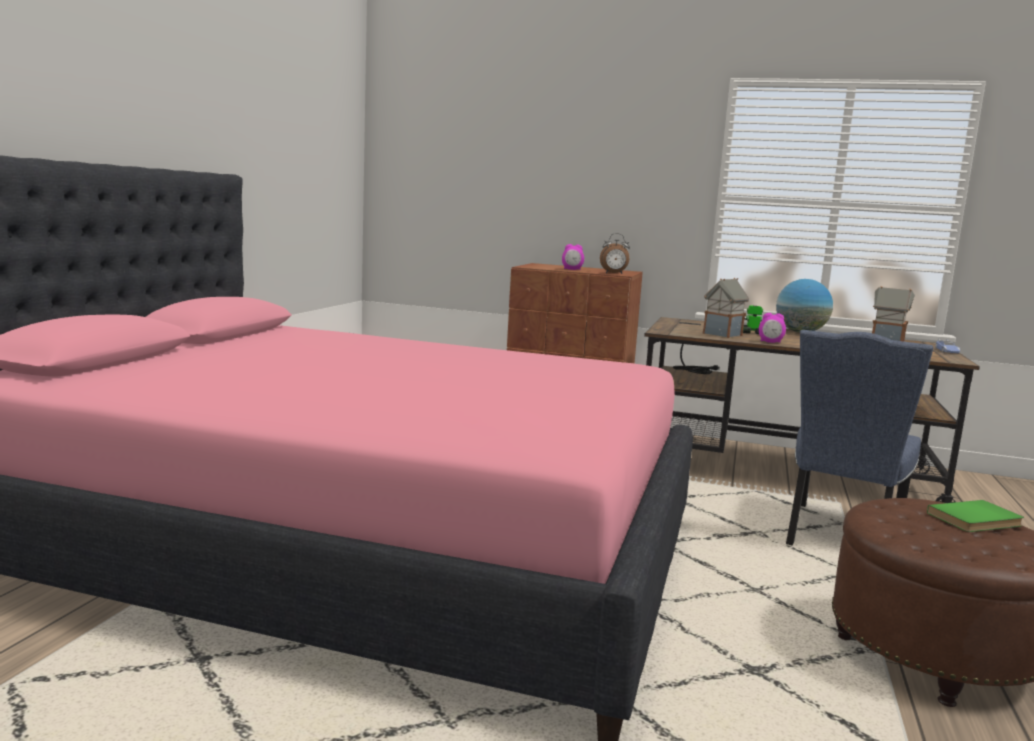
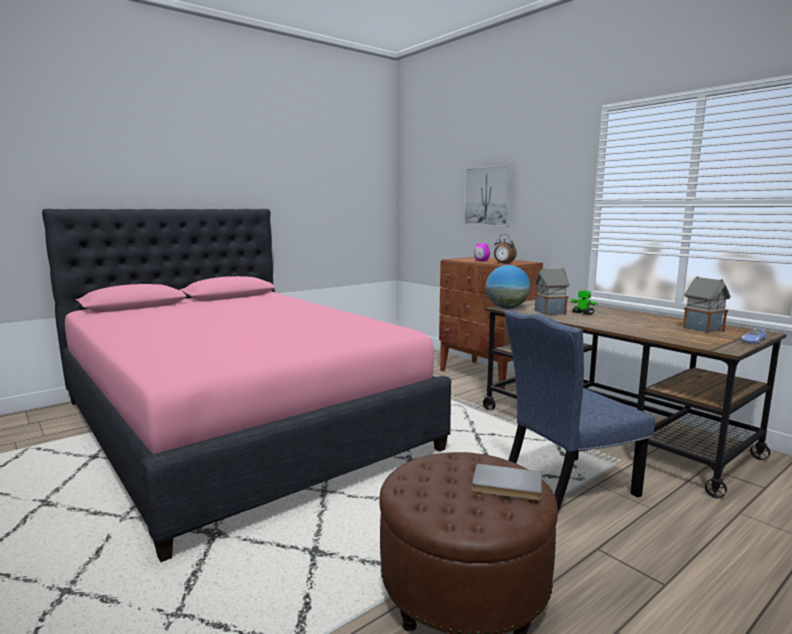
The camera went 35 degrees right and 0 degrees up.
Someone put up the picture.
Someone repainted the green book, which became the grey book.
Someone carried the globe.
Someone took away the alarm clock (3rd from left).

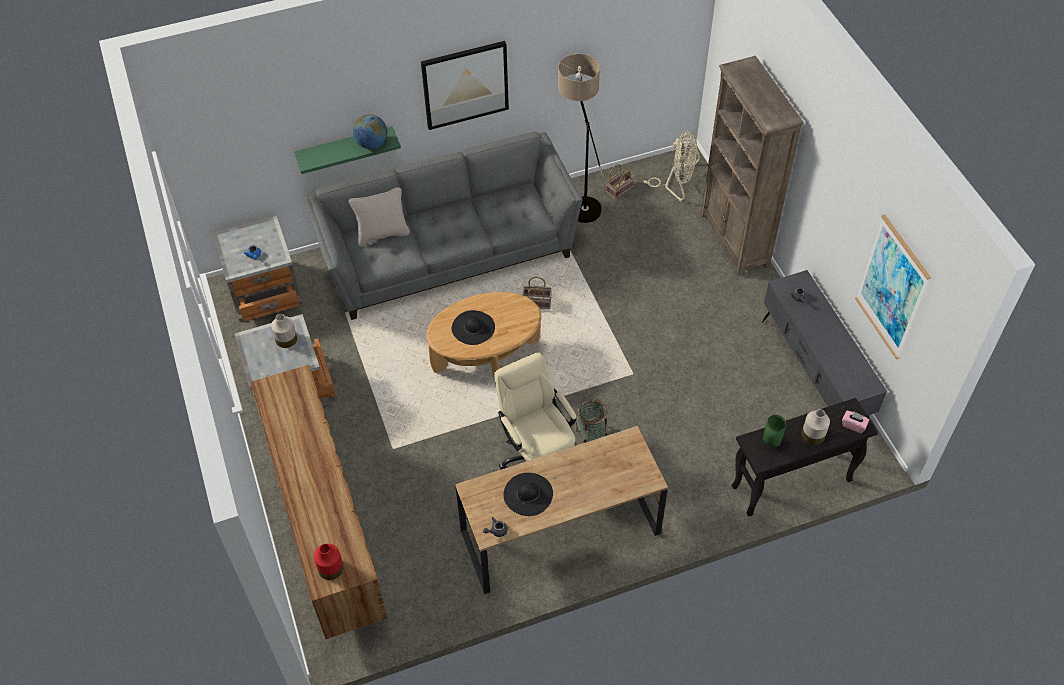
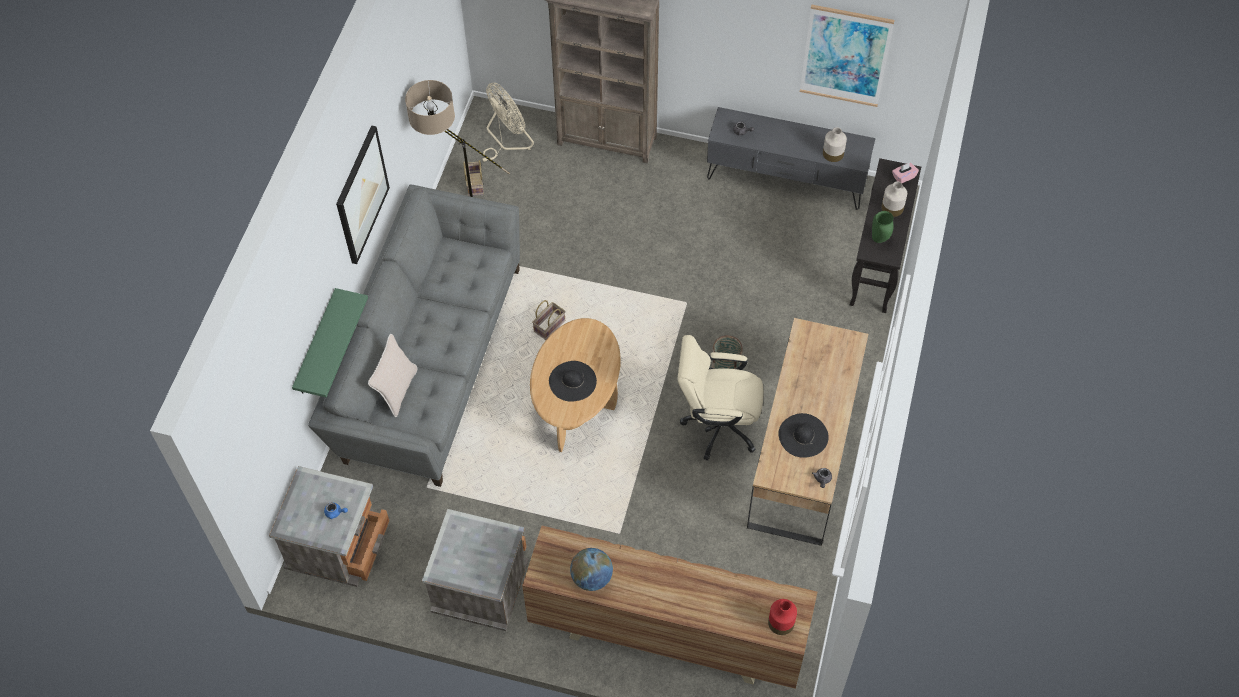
The camera went 55 degrees left and 5 degrees up.
Someone carried the globe.
Someone carried the beige vase (1st from left).

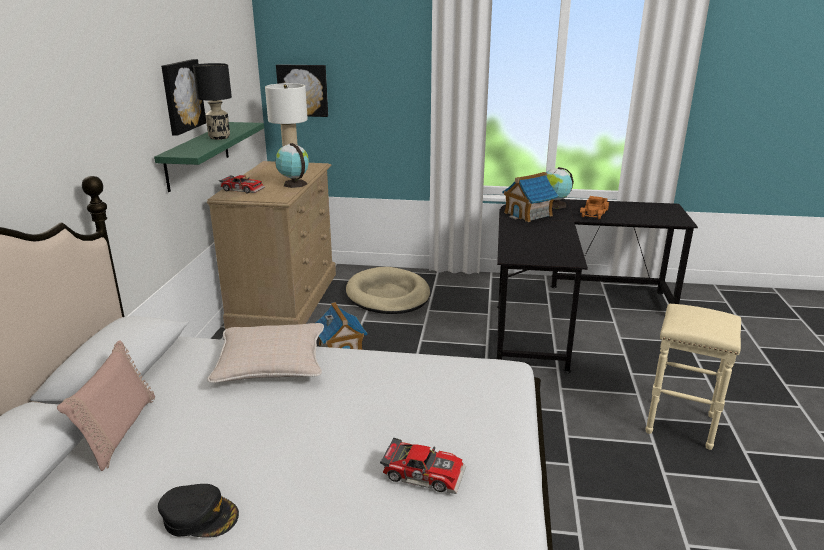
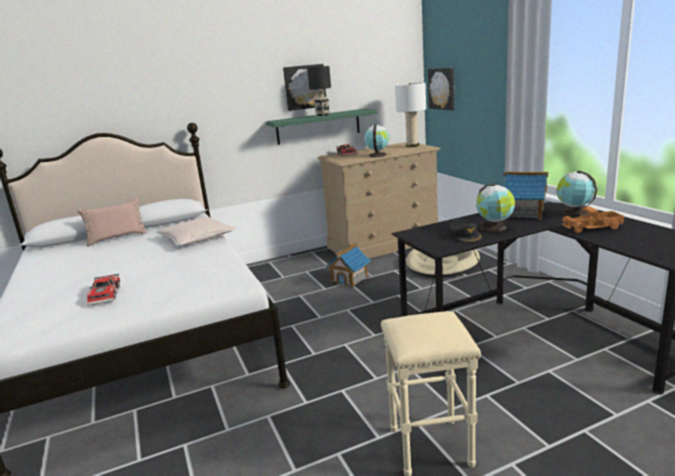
The camera went 60 degrees right and 5 degrees down.
Someone carried the black cap.
Someone put down the globe (2nd from left).

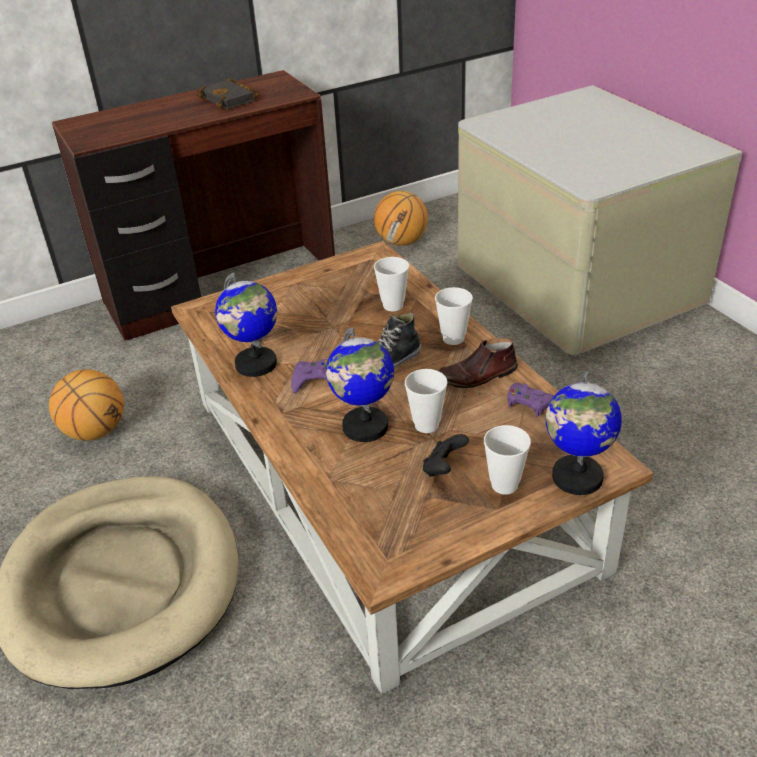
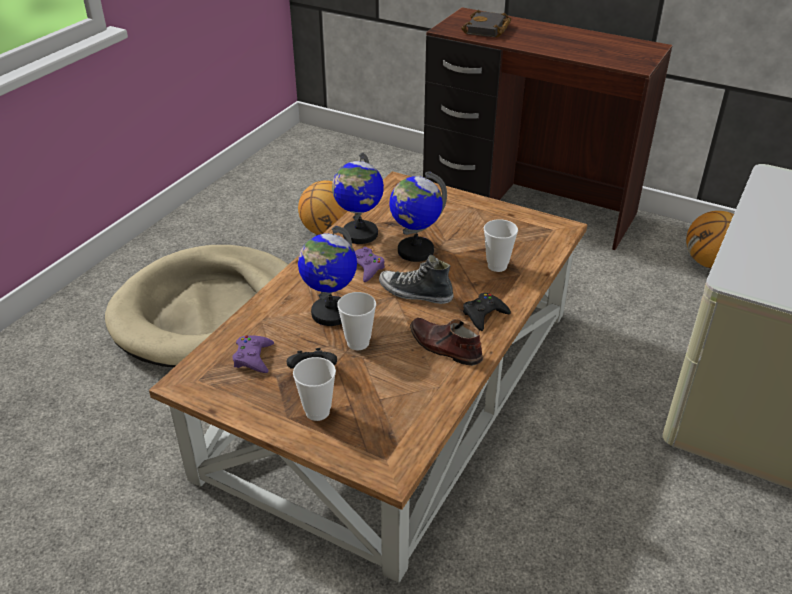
The camera went 55 degrees right and 0 degrees up.
Someone carried the purple game controller (2nd from left in the first image).
Someone carried the globe (3rd from left).
Someone carried the black book.
Someone swapped the cup (3rd from left) for the black game controller (2nd from left).

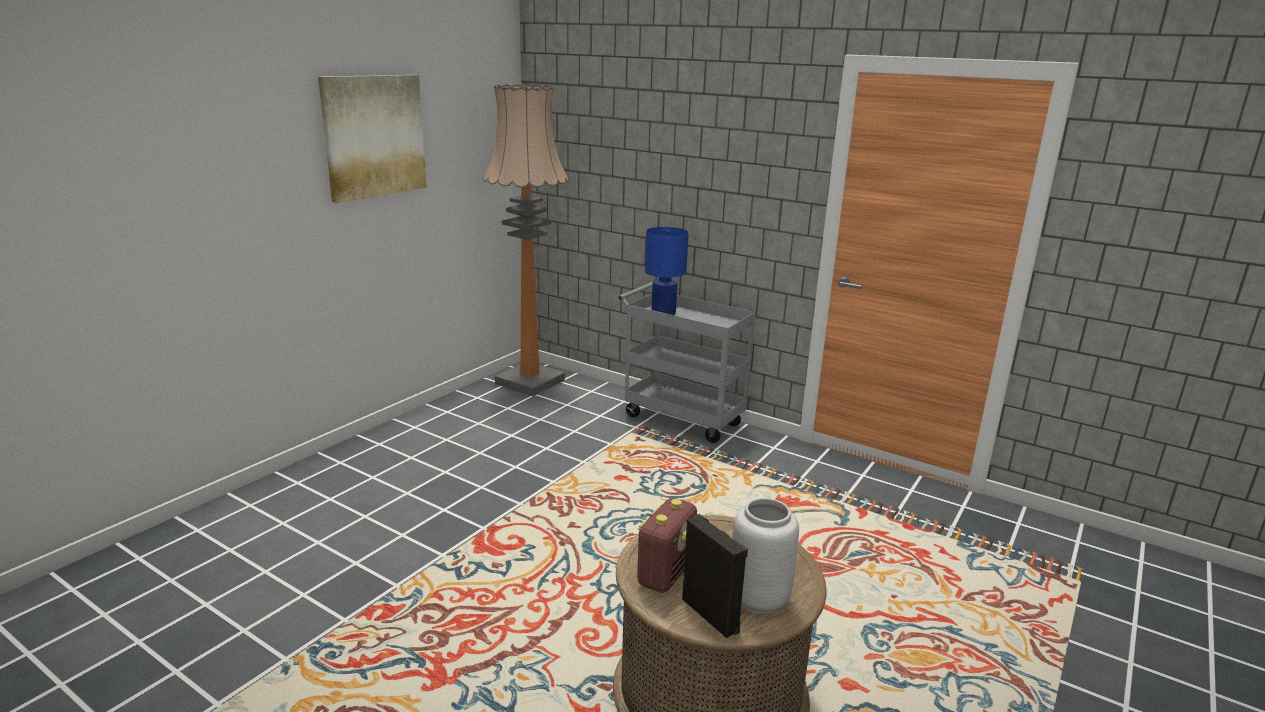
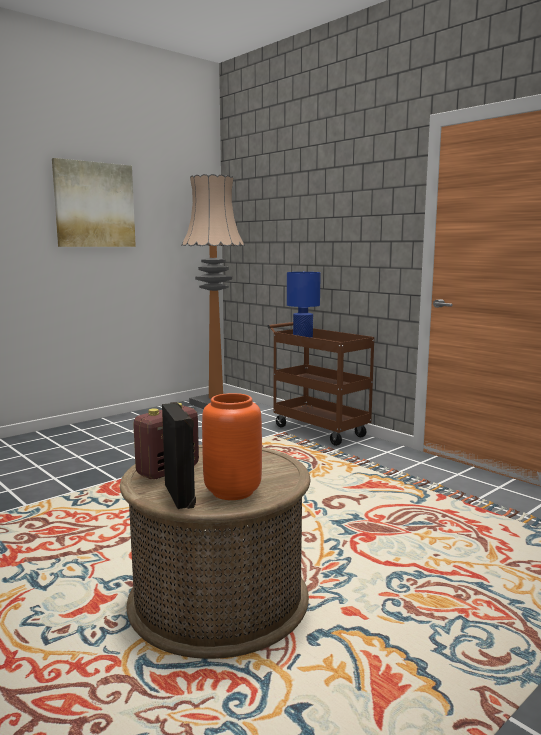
The camera went 15 degrees right and 10 degrees down.
Someone repainted the grey vase, which became the orange vase.
Someone repainted the grey cart, which became the brown cart.

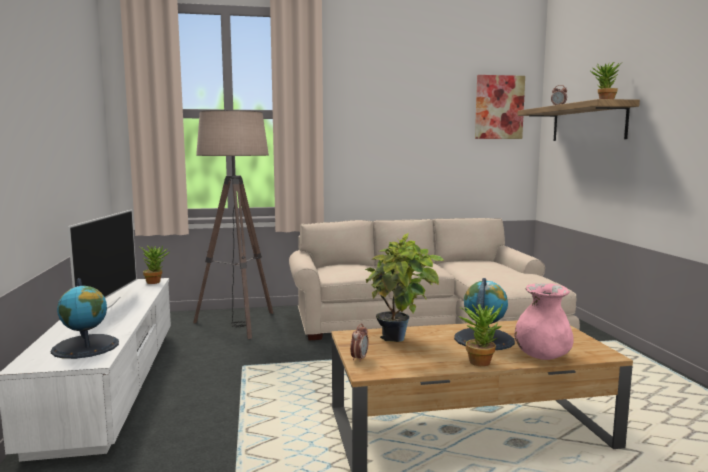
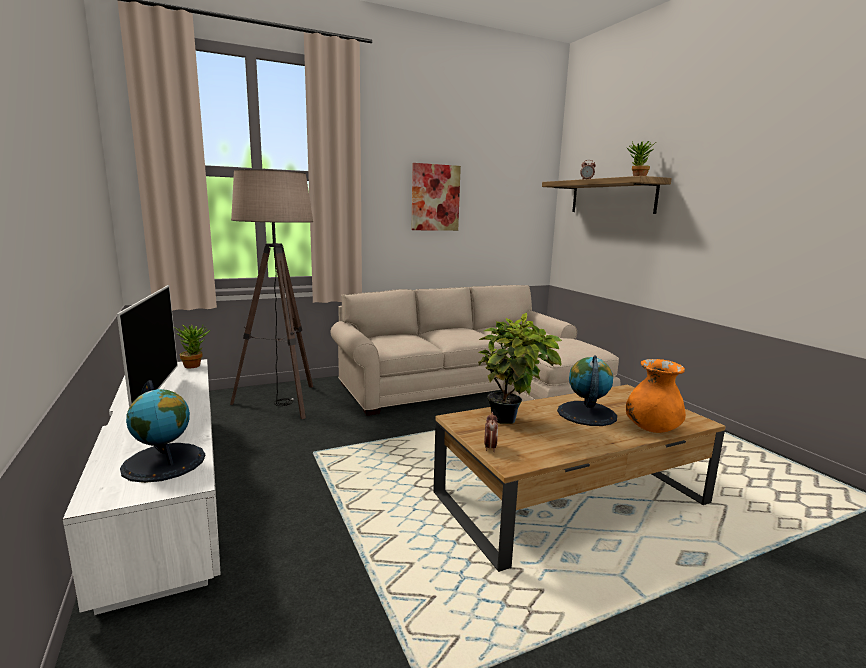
The camera went 15 degrees left and 5 degrees up.
Someone carried the picture.
Someone repainted the pink vase, which became the orange vase.
Someone took away the potted plant (3rd from left).

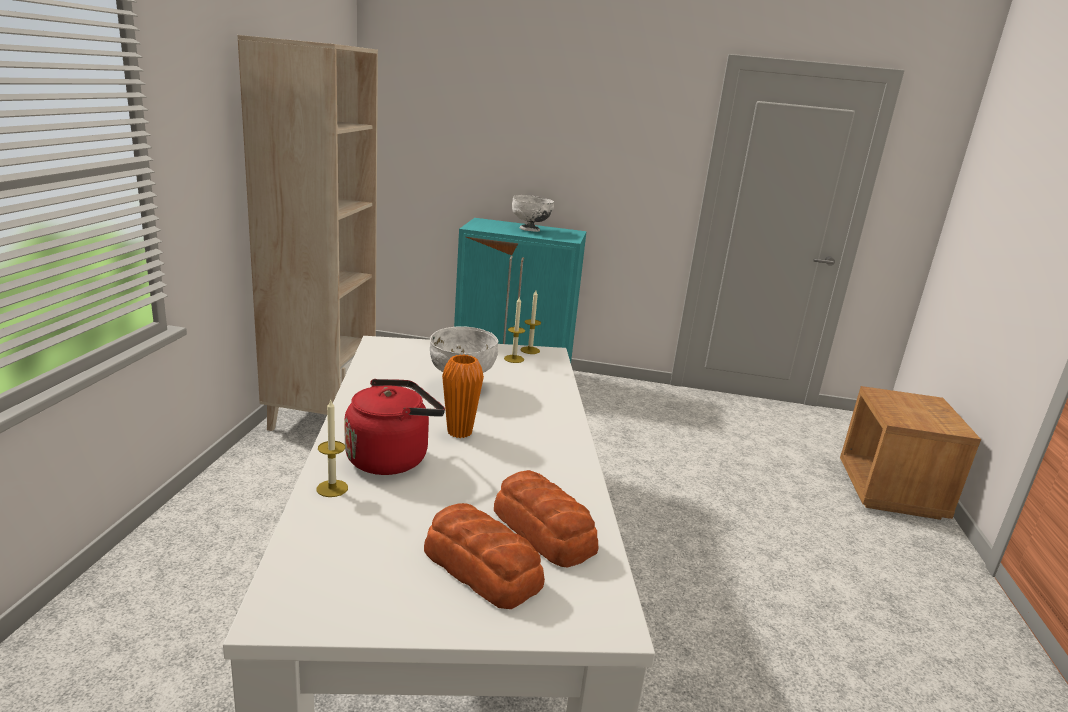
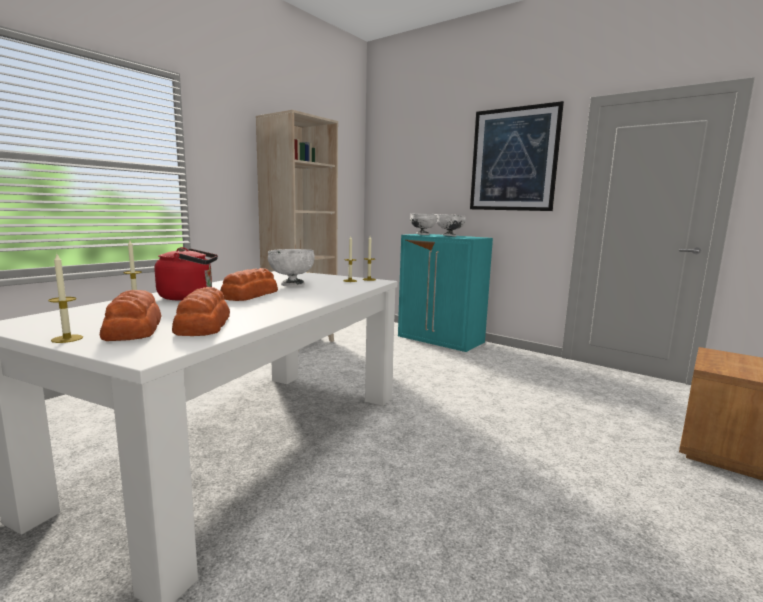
The camera went 30 degrees right and 10 degrees down.
Someone put down the candle (1st from left).
Someone swapped the orange vase for the bread (3rd from left).
Someone put down the white bowl (2nd from left).
Someone put up the picture.

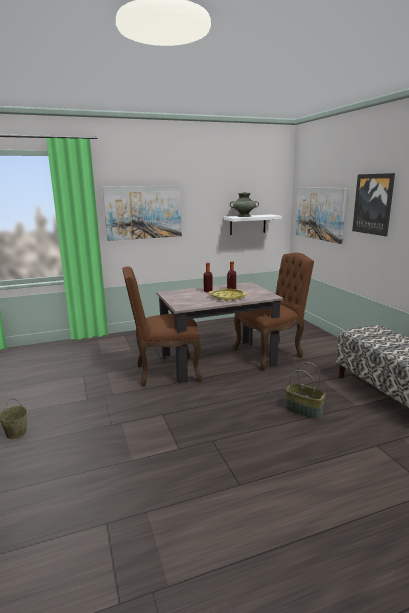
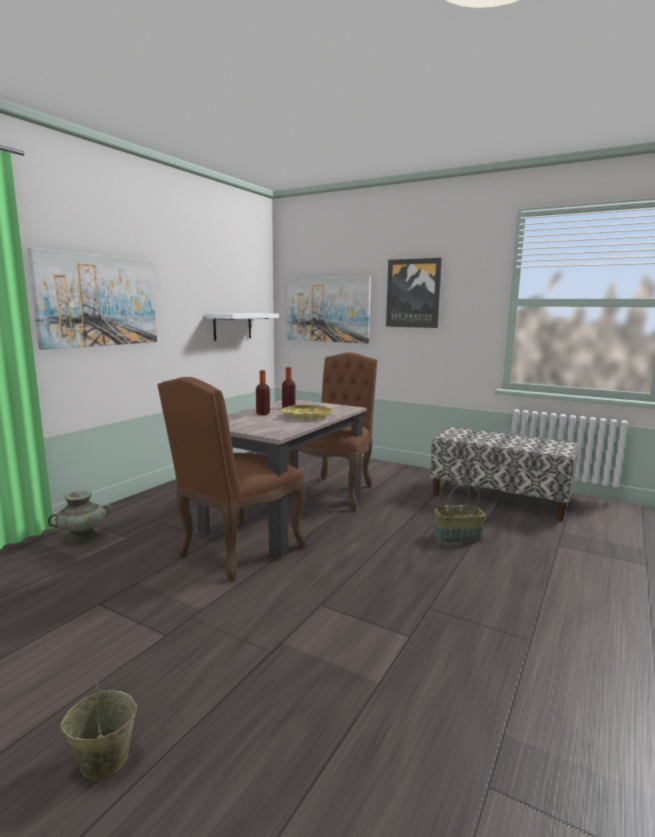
The camera went 40 degrees left and 5 degrees down.
Someone carried the turquoise vase.

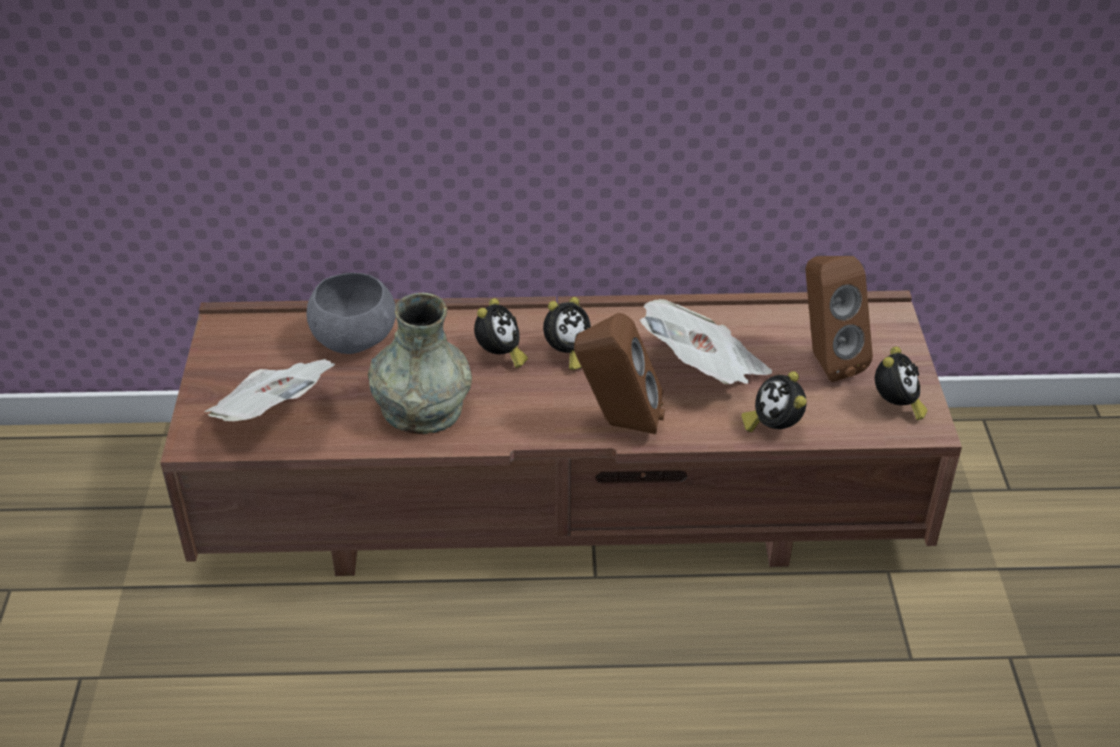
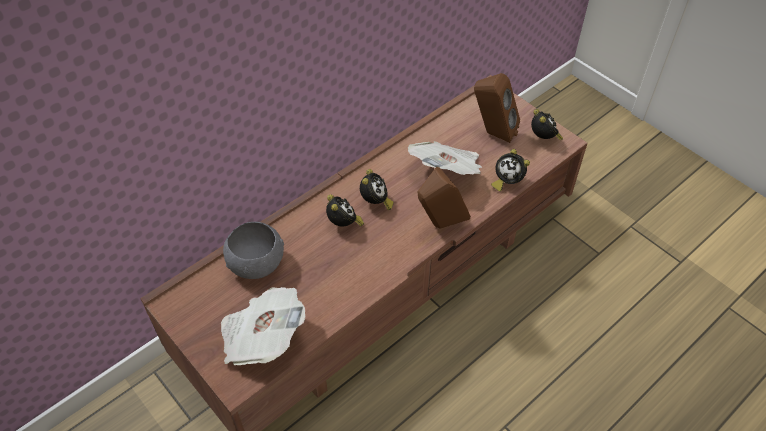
The camera went 40 degrees left and 10 degrees up.
Someone took away the grey vase.

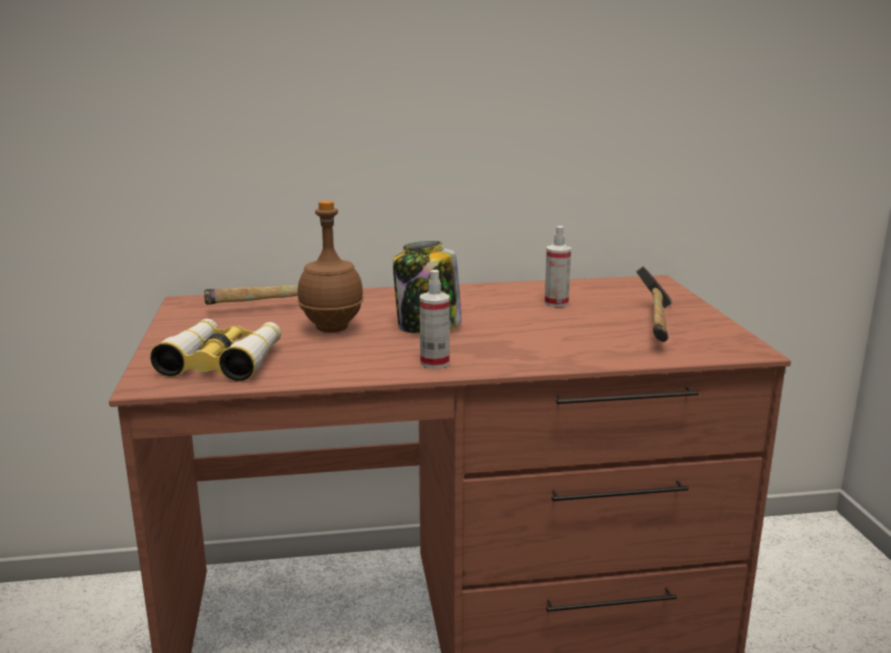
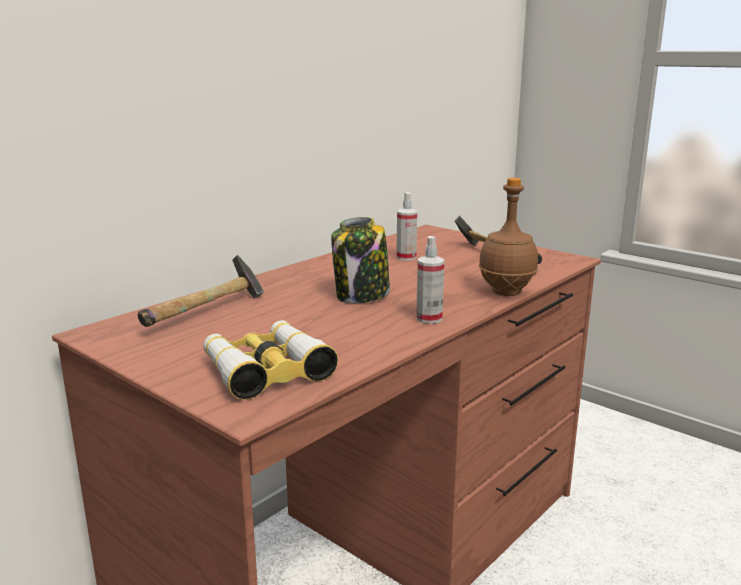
The camera went 40 degrees left and 0 degrees up.
Someone carried the brown bottle.

